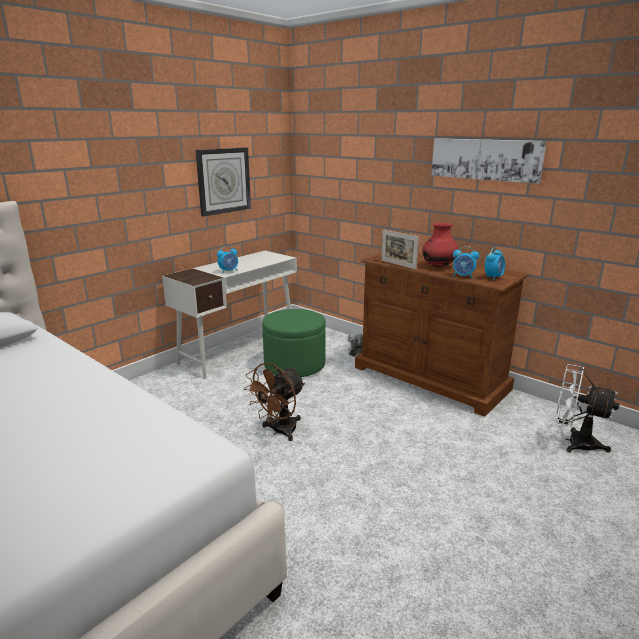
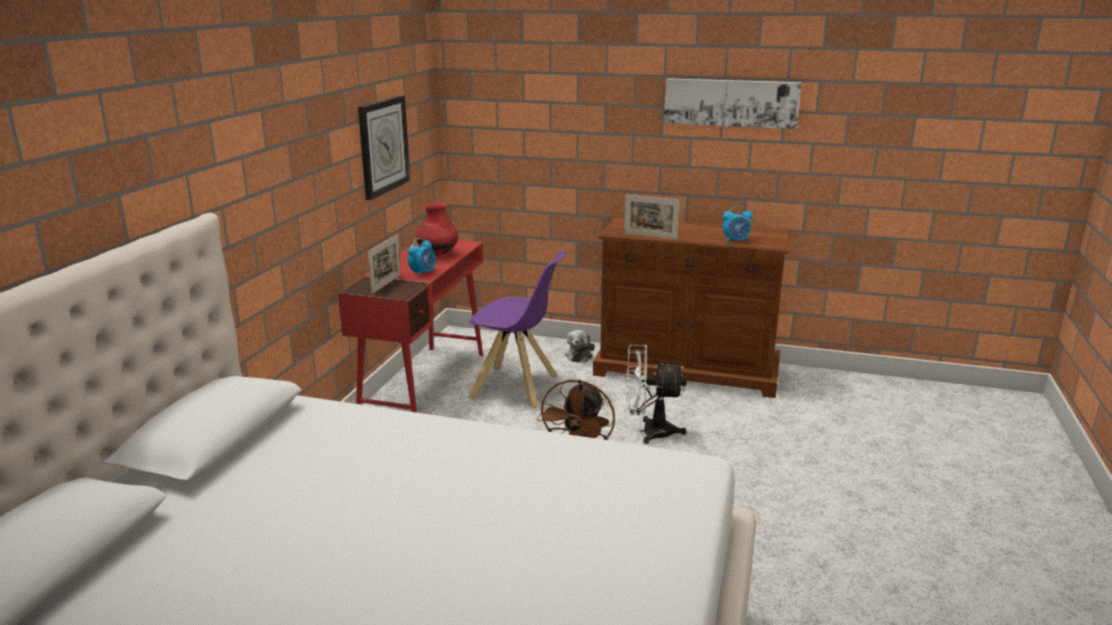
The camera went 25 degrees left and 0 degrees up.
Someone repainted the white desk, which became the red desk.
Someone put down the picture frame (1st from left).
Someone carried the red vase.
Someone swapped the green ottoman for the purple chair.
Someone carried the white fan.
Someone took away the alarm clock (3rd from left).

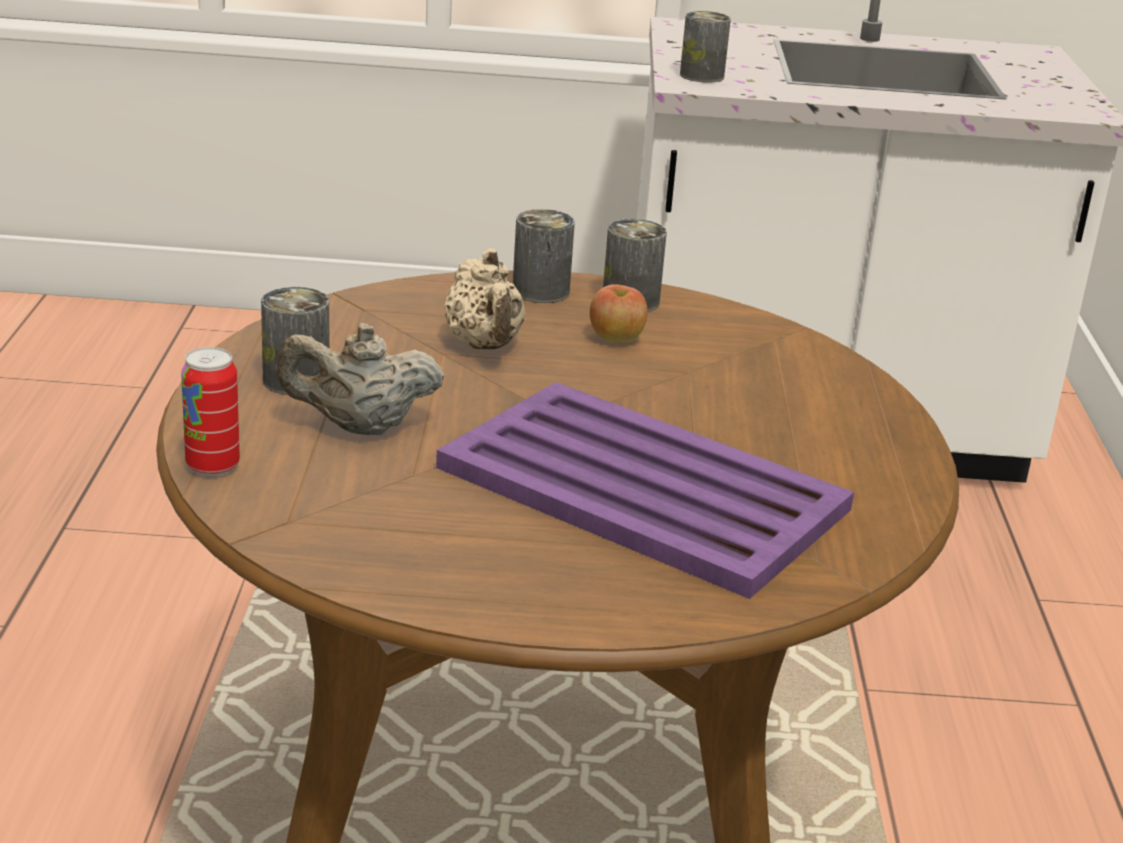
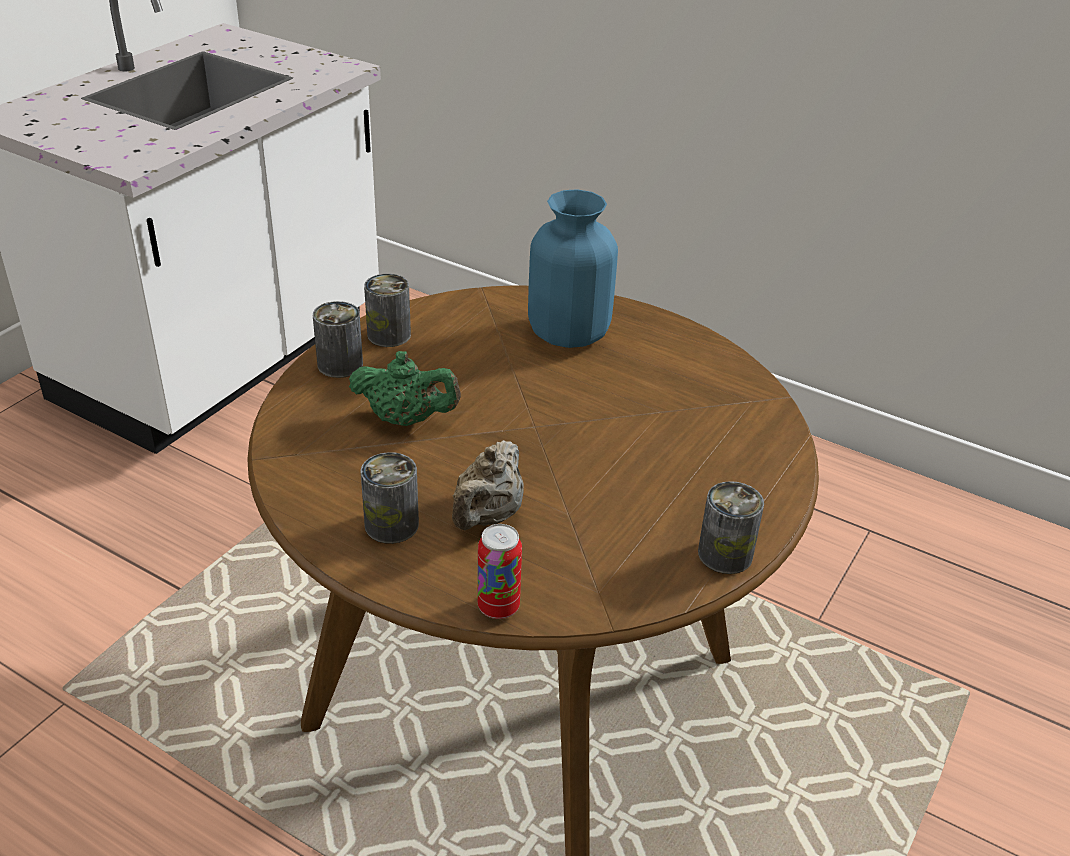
The camera went 60 degrees left and 10 degrees up.
Someone repainted the beige teapot (2nd from left), which became the green teapot.
Someone put down the blue vase.
Someone carried the can (5th from left).
Someone took away the purple tray.
Someone took away the apple.

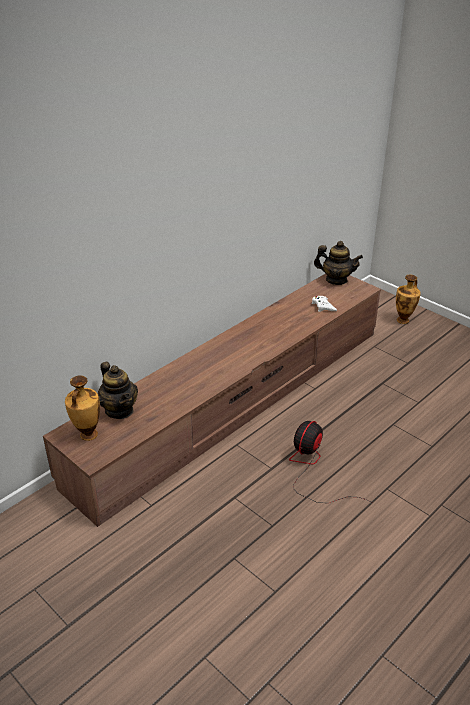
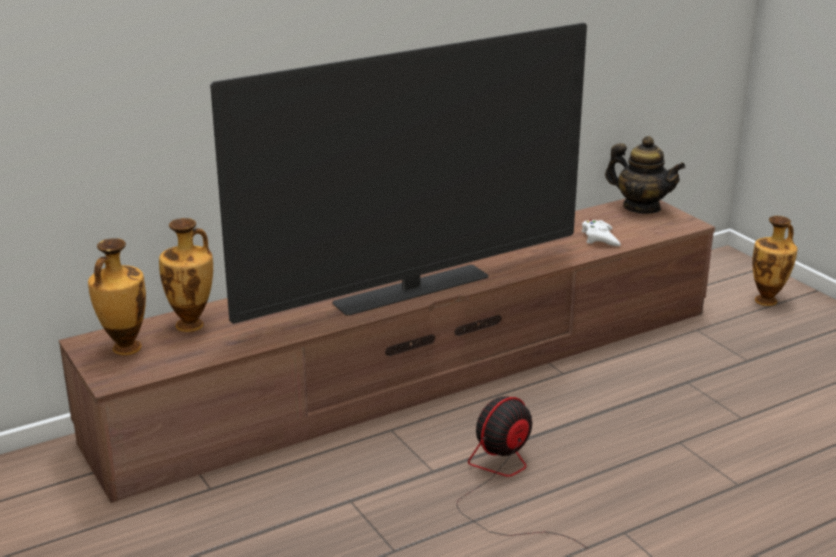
The camera went 15 degrees right and 10 degrees down.
Someone swapped the teapot (1st from left) for the vase (2nd from left).
Someone put down the television.

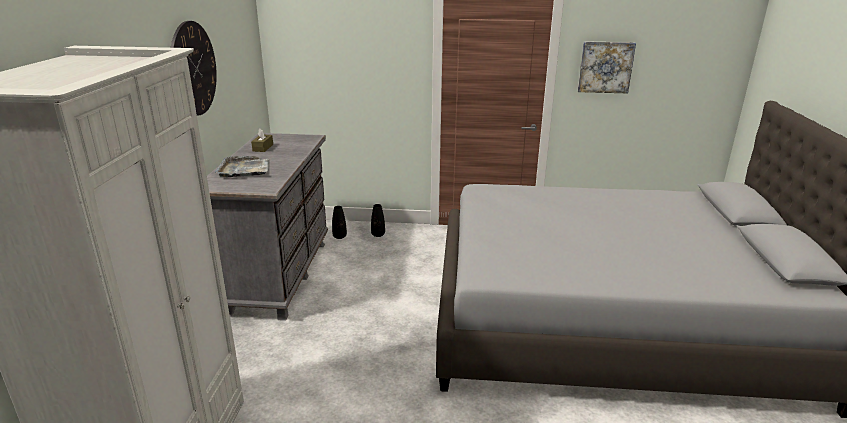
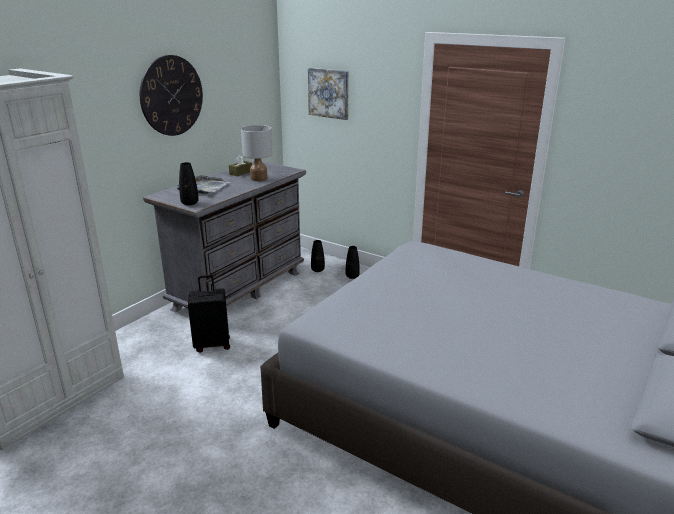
The camera went 30 degrees right and 0 degrees up.
Someone put down the black vase (1st from left).
Someone put down the black suitcase.
Someone put down the grey table lamp.
Someone carried the picture.

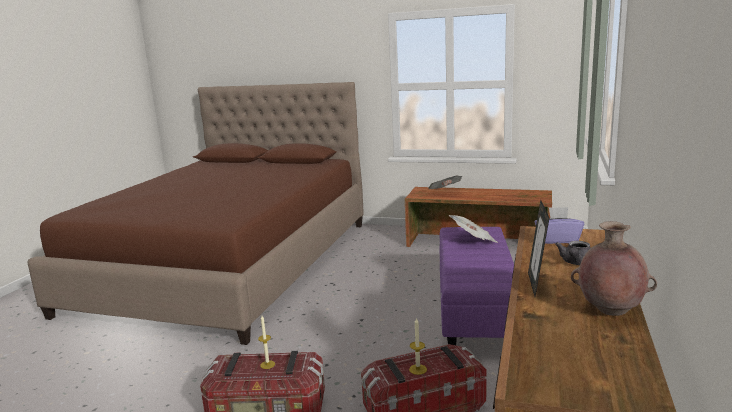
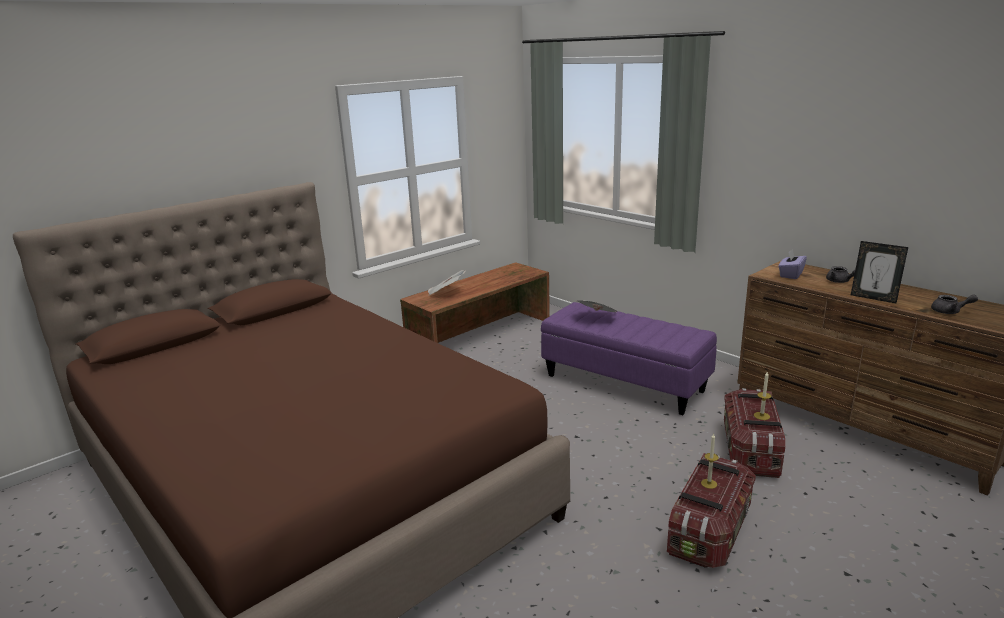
The camera went 60 degrees left and 5 degrees up.
Someone put down the grey teapot (2nd from left).
Someone took away the brown vase.

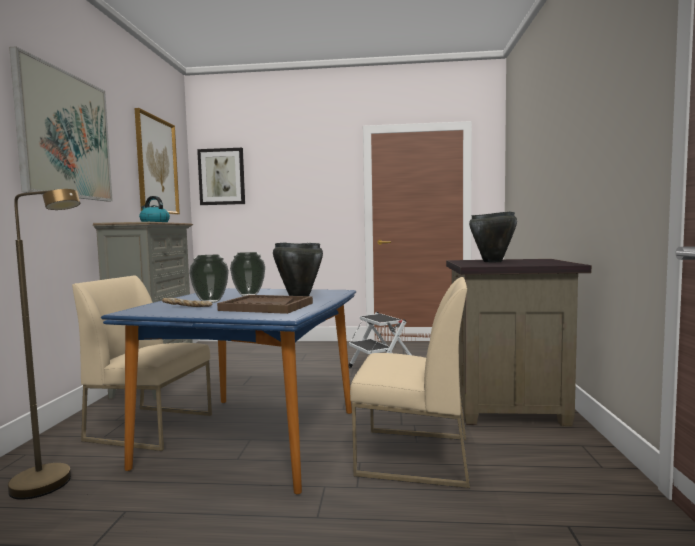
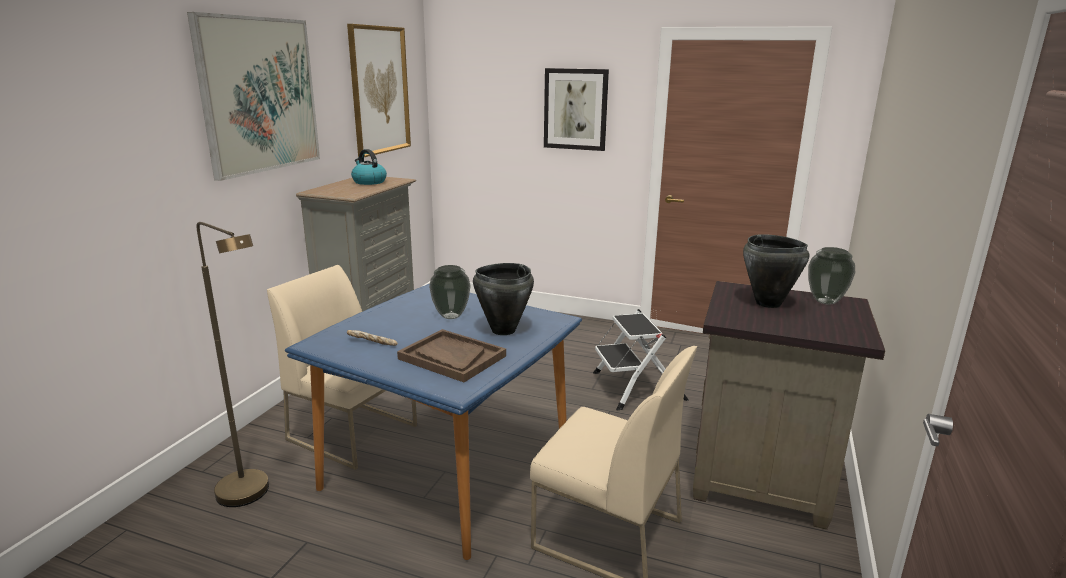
The camera went 15 degrees right and 15 degrees up.
Someone carried the picture (3rd from left).
Someone carried the vase (1st from left in the first image).

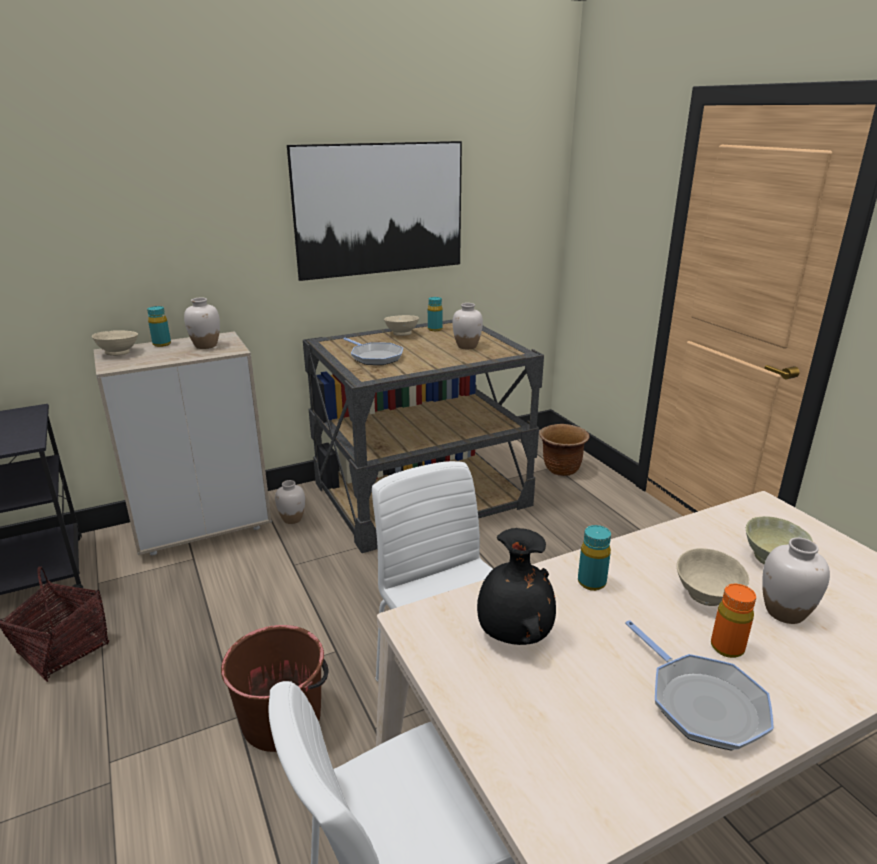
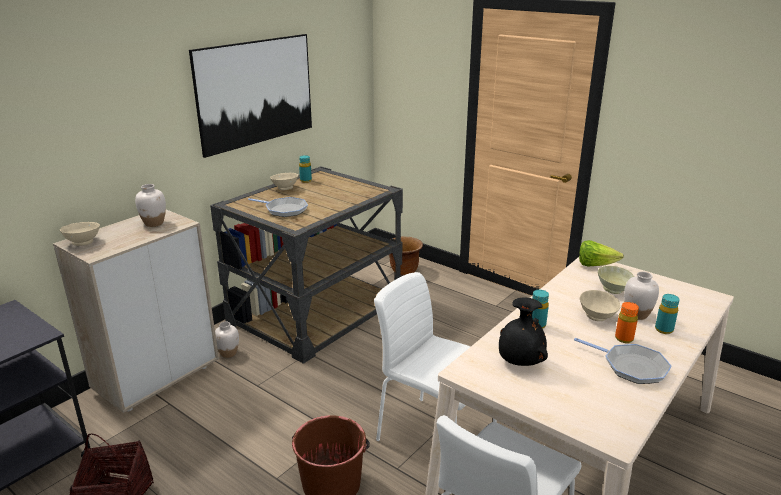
The camera went 25 degrees left and 0 degrees up.
Someone put down the lettuce.
Someone carried the turquoise bottle (1st from left in the first image).
Someone took away the white vase (3rd from left).

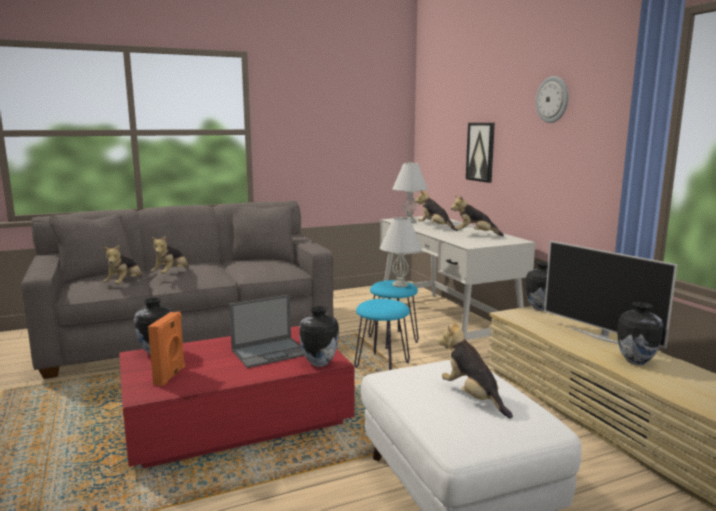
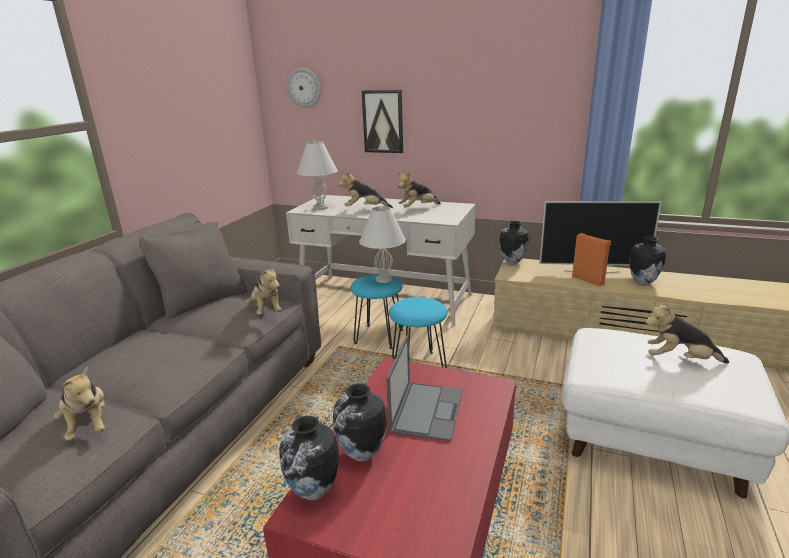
The camera went 45 degrees left and 10 degrees up.
Someone carried the plush toy (2nd from left).
Someone carried the wall clock.
Someone carried the vase (2nd from left).
Someone carried the orange speaker.

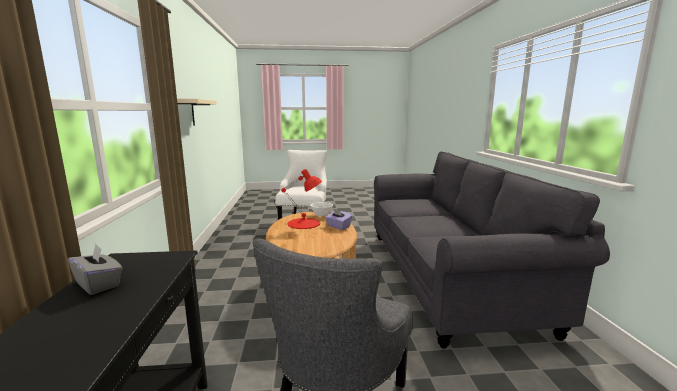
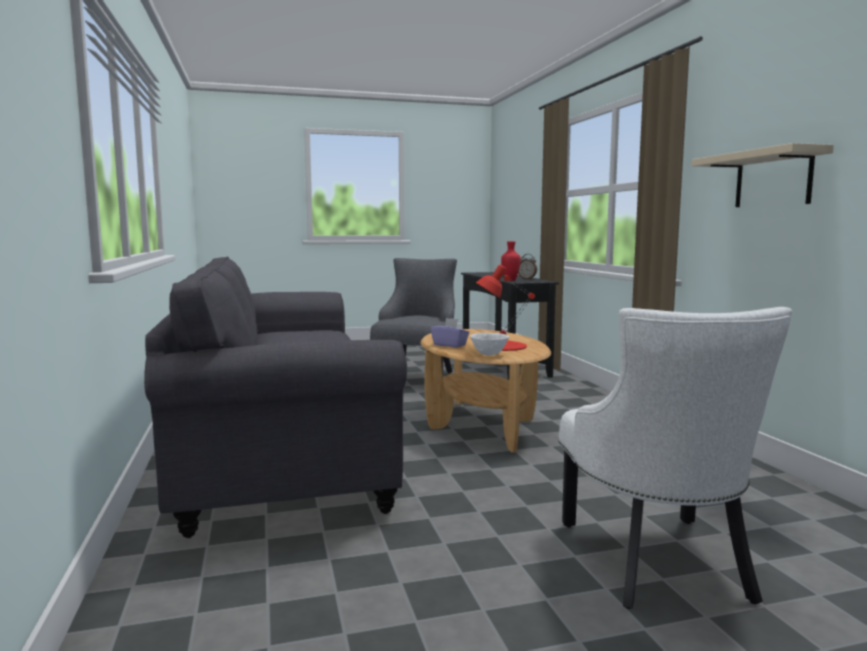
The camera went 170 degrees right and 5 degrees down.
Someone put down the red vase.
Someone swapped the grey tissue box for the alarm clock.

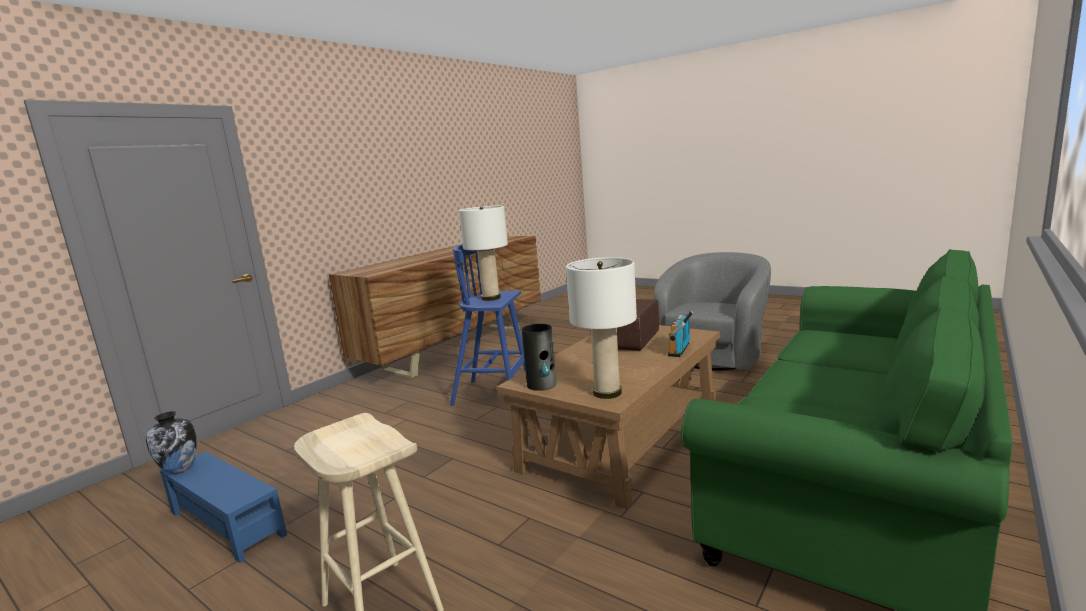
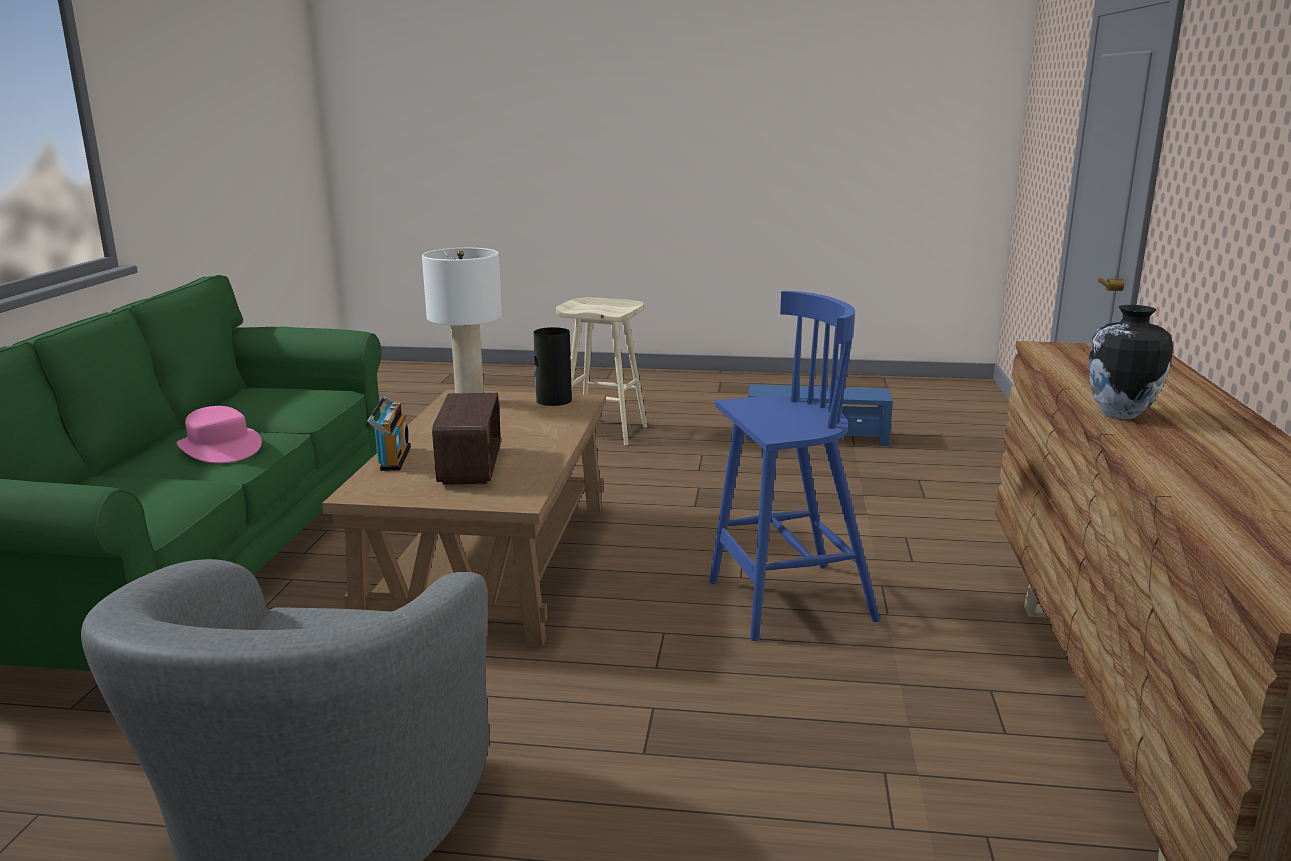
The camera went 150 degrees right and 5 degrees up.
Someone put down the pink hat.
Someone carried the vase (1st from left in the first image).
Someone took away the white table lamp (1st from left).

